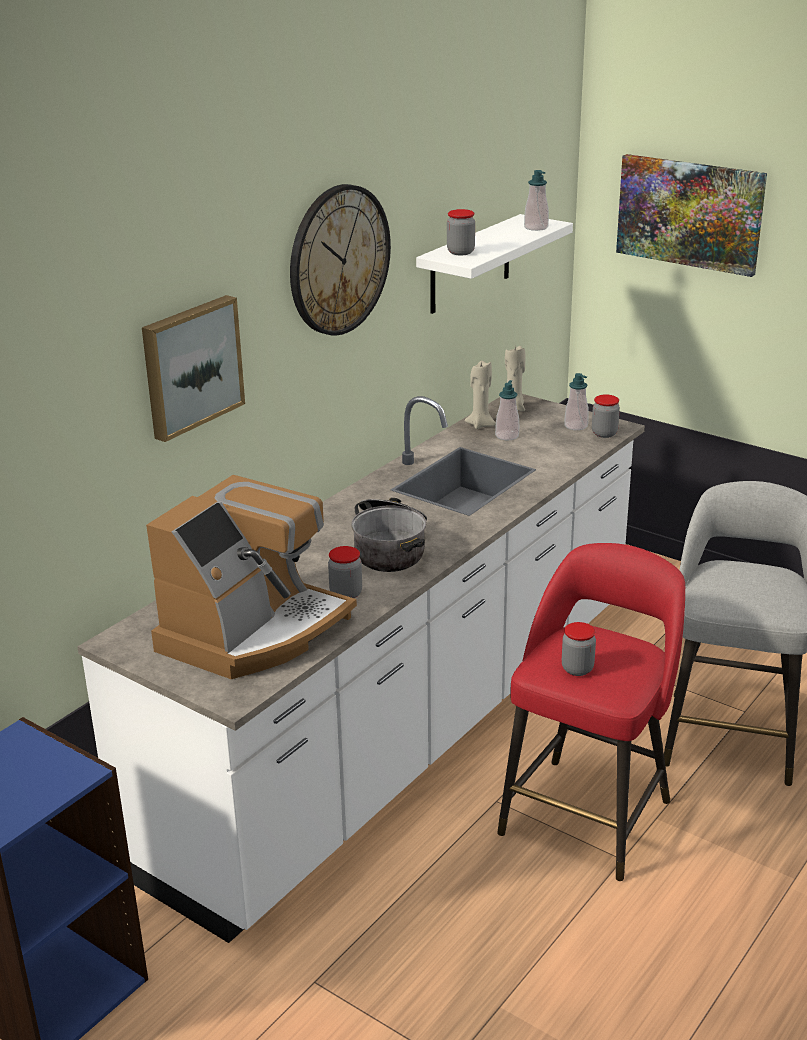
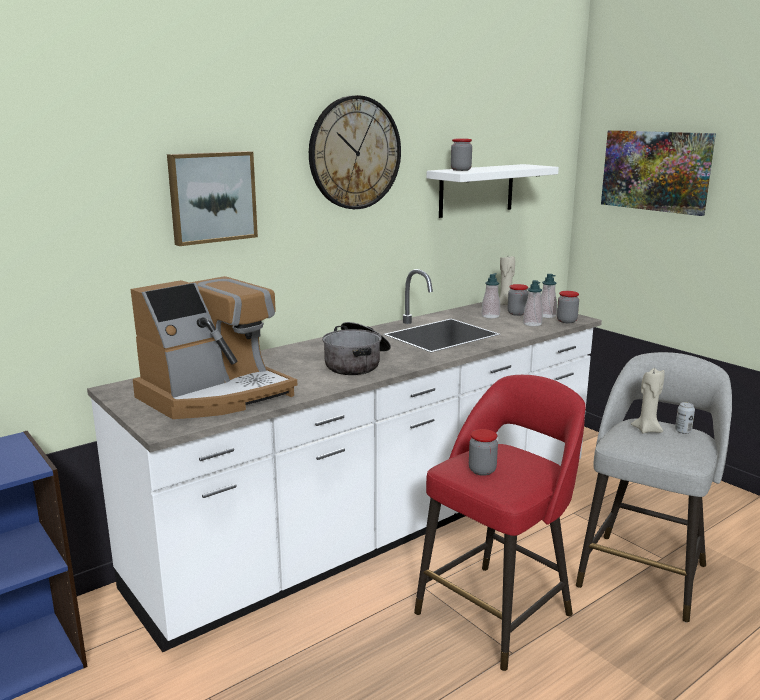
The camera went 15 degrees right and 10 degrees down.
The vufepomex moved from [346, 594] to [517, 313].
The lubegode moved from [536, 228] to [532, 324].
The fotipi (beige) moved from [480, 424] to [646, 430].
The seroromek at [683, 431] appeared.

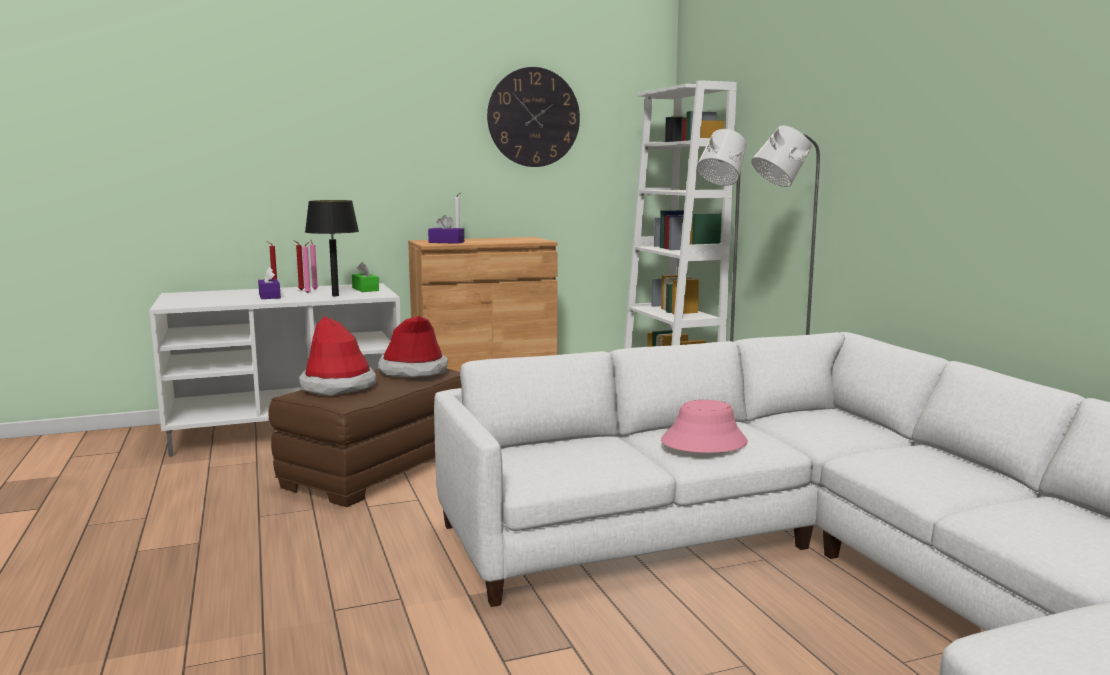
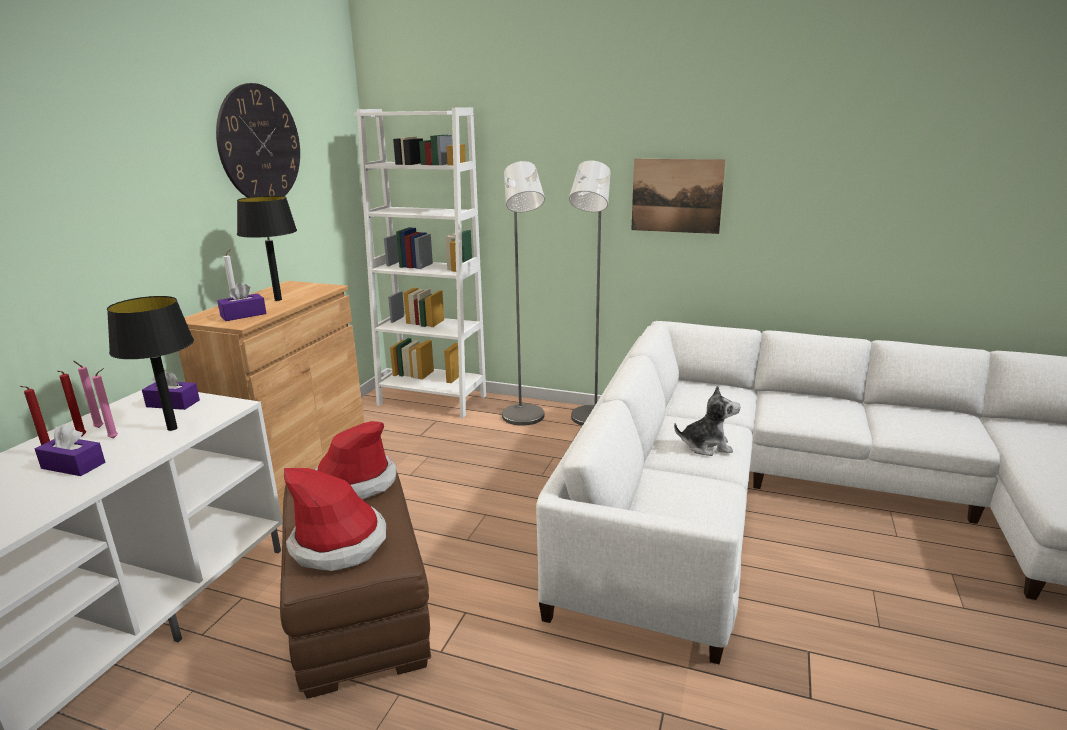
The camera went 50 degrees left and 10 degrees up.
The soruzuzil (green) at [365, 289] became the soruzuzil (purple) at [173, 403].
The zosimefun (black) at [278, 300] appeared.
The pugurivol at [676, 196] appeared.
The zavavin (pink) at [703, 442] was replaced by the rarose at [706, 446].

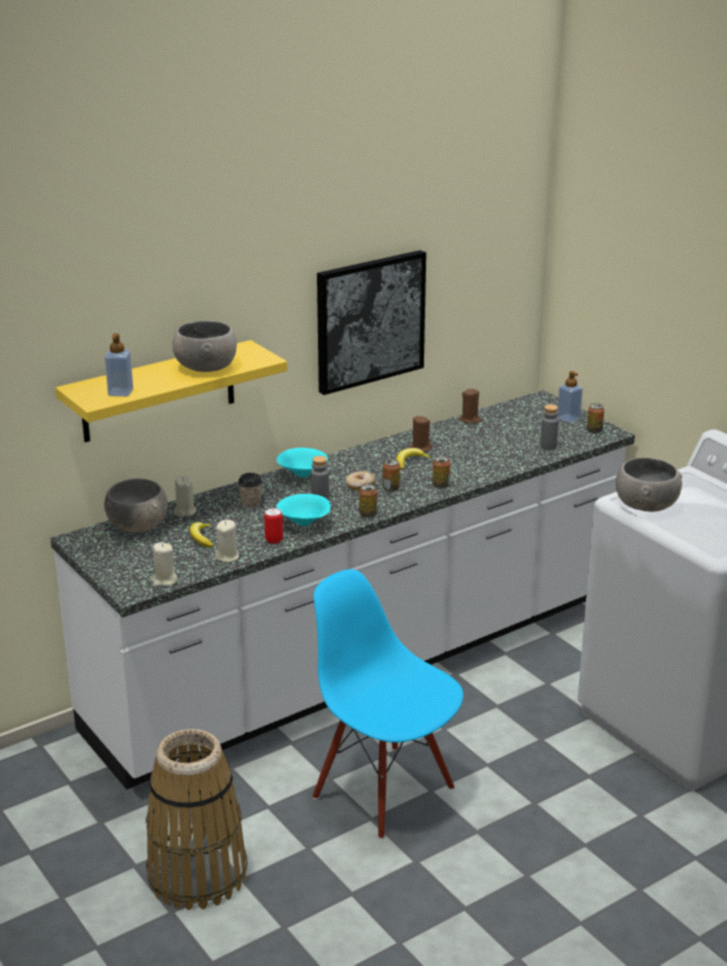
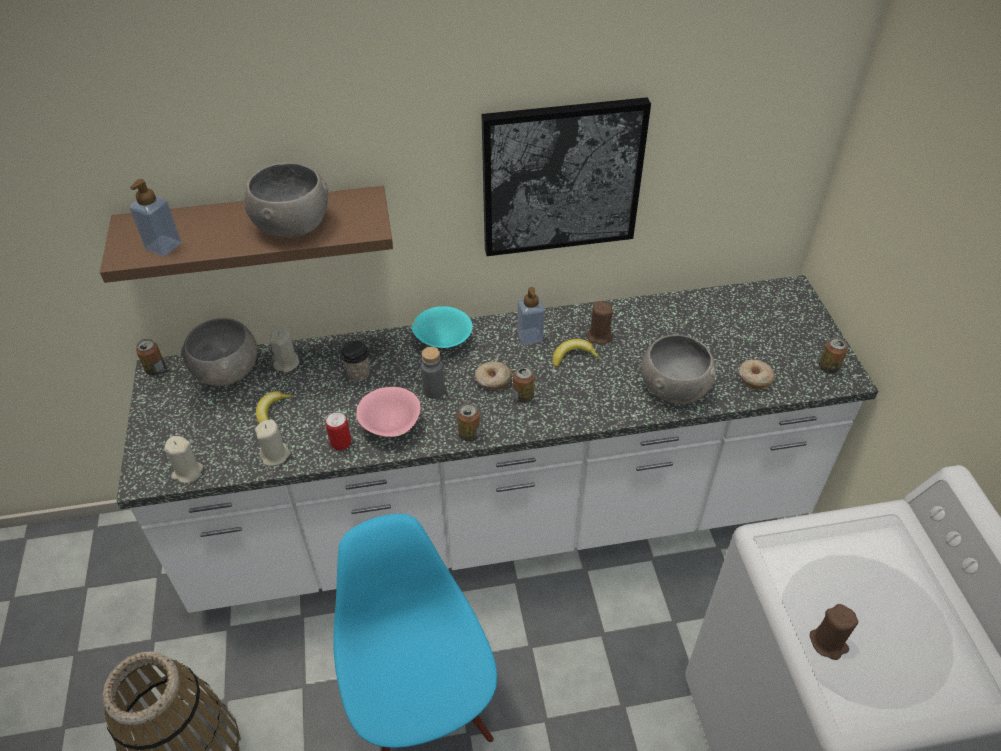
The camera went 25 degrees right and 20 degrees up.
The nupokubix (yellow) at [158, 392] became the nupokubix (brown) at [258, 231].
The seroromek moved from [440, 485] to [155, 369].
The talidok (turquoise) at [305, 524] became the talidok (pink) at [391, 427].
The lubegode moved from [568, 418] to [530, 336].
The talidok (grey) moved from [646, 504] to [674, 387].
The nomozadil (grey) at [548, 446] was replaced by the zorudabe at [754, 378].
The fotipi (brown) moved from [470, 420] to [828, 642].

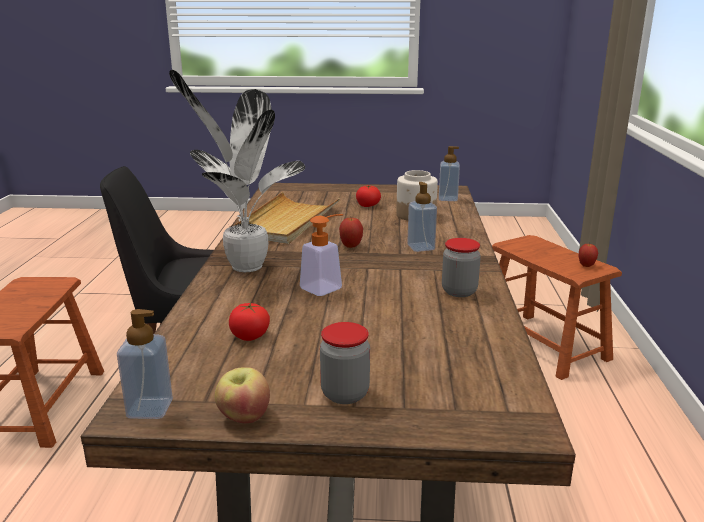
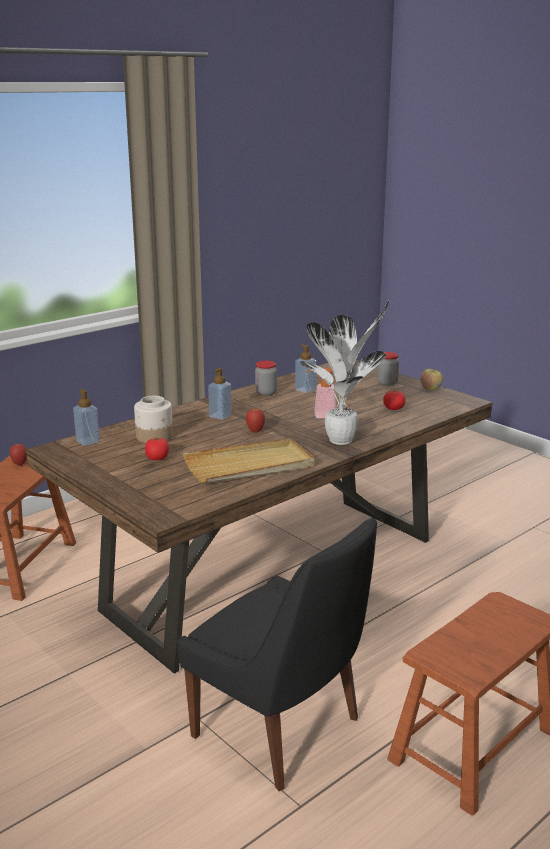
The camera went 135 degrees left and 0 degrees up.
The lubegode moved from [150, 408] to [305, 390].

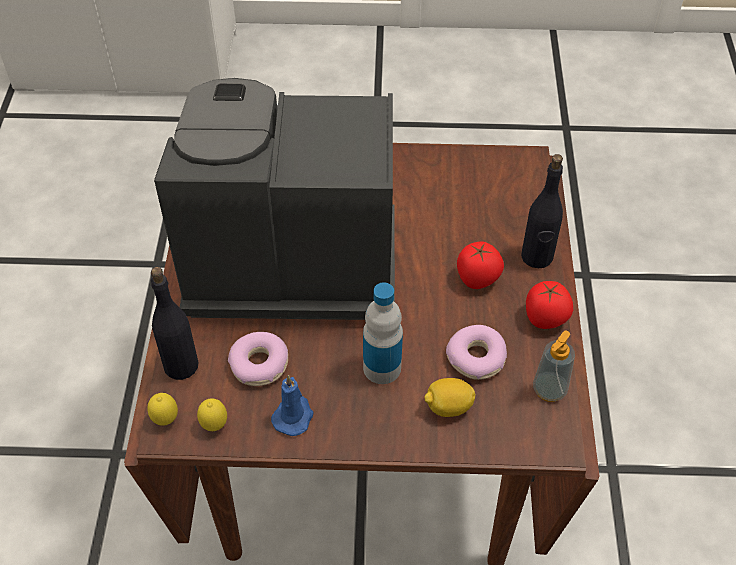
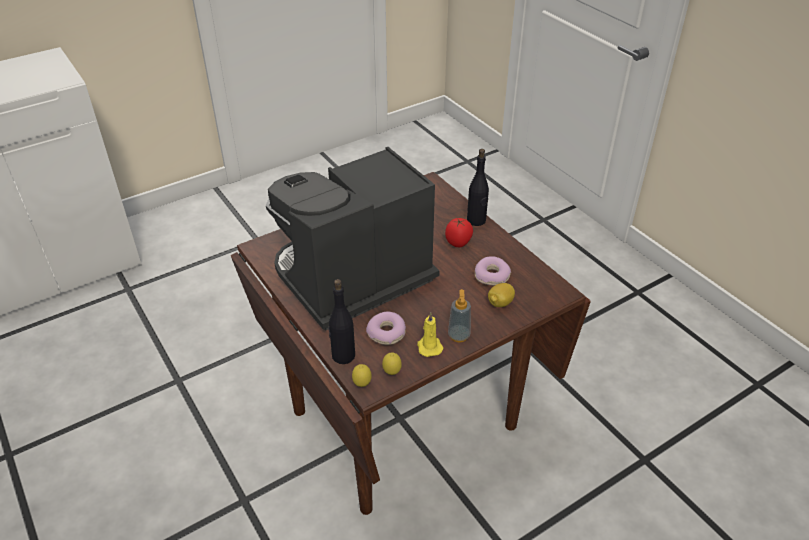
The camera went 35 degrees left and 10 degrees down.
The fotipi (blue) at [294, 416] became the fotipi (yellow) at [429, 346].
The lubegode moved from [549, 390] to [459, 336].
The nomozadil at [382, 368] disappeared.
The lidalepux at [545, 319] disappeared.

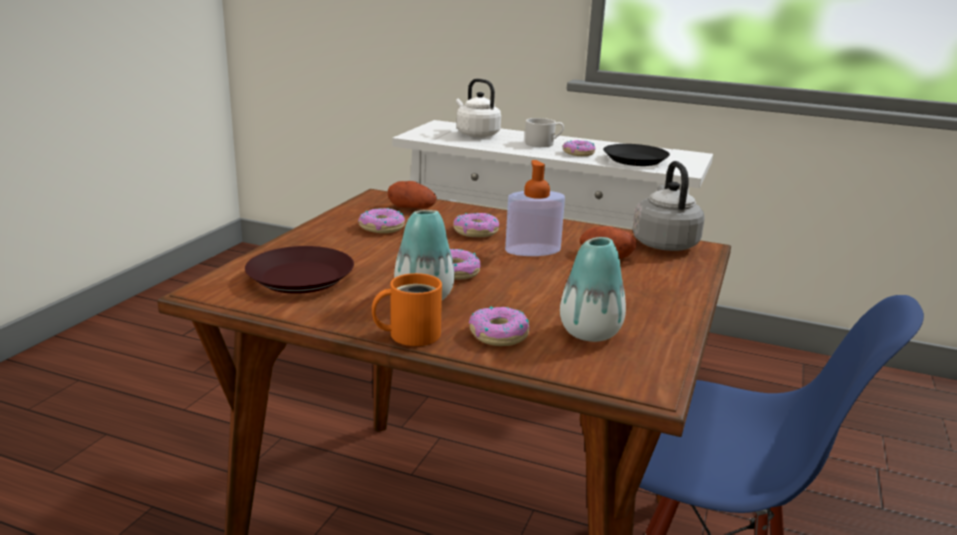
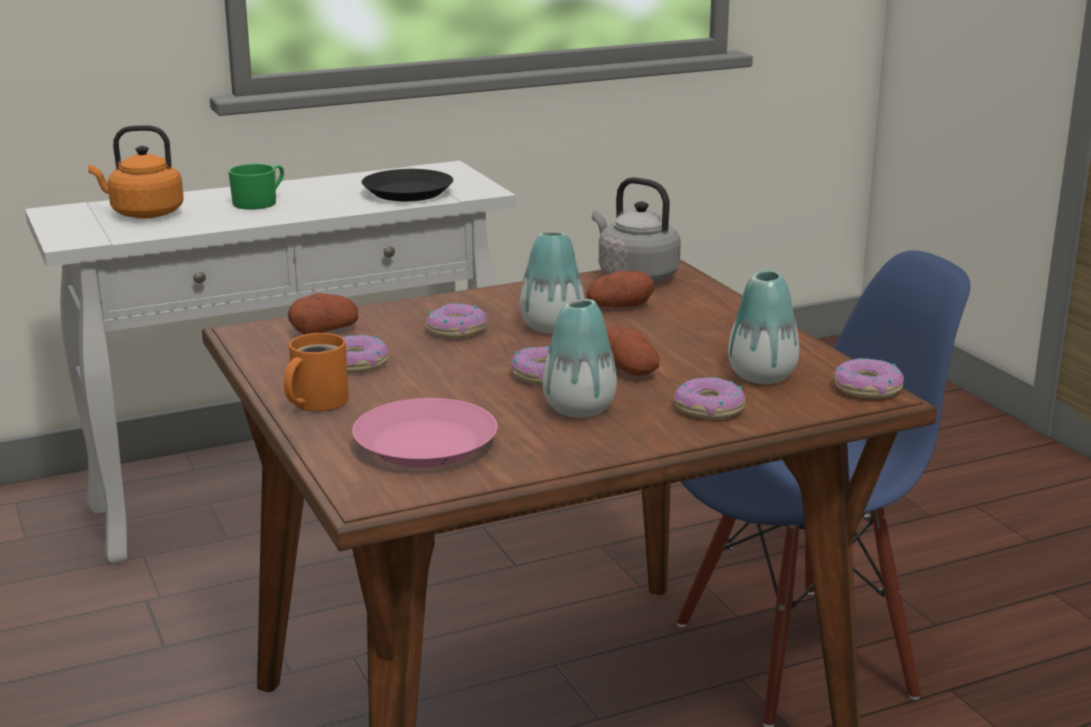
The camera went 45 degrees left and 0 degrees up.
The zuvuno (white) at [476, 134] became the zuvuno (orange) at [143, 213].
The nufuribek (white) at [543, 144] became the nufuribek (green) at [259, 202].
The nufuribek (orange) moved from [409, 334] to [315, 402].
The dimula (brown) at [300, 277] became the dimula (pink) at [424, 444].
The lubegode at [532, 250] was replaced by the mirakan at [552, 327].
The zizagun at [628, 370] appeared.
The zorudabe moved from [578, 153] to [867, 389].

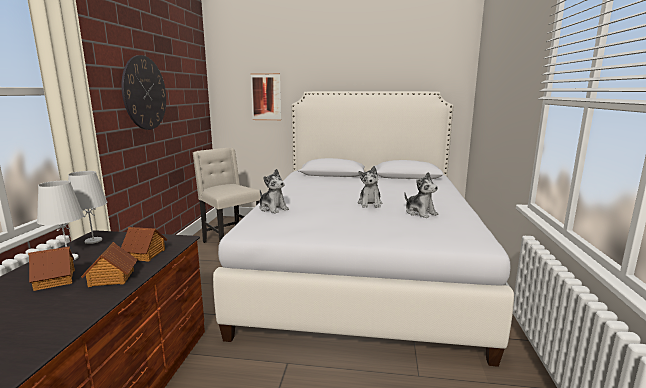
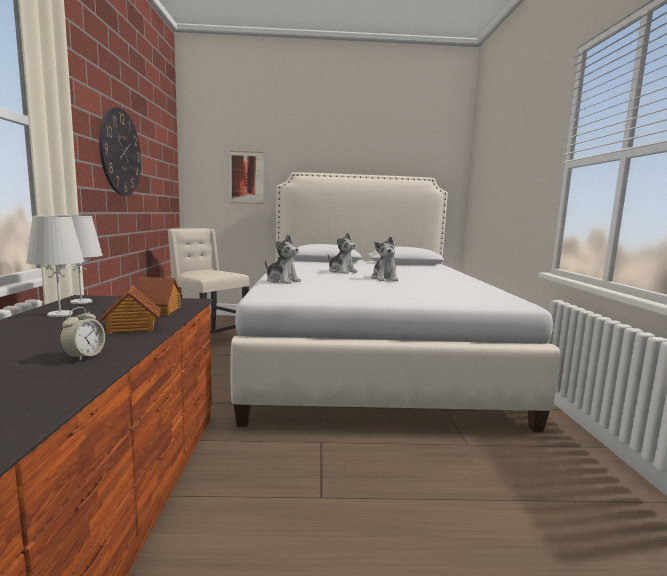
The camera went 10 degrees left and 5 degrees down.
The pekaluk at [84, 356] appeared.
The rarose moved from [420, 213] to [341, 271].
The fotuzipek at [56, 279] disappeared.

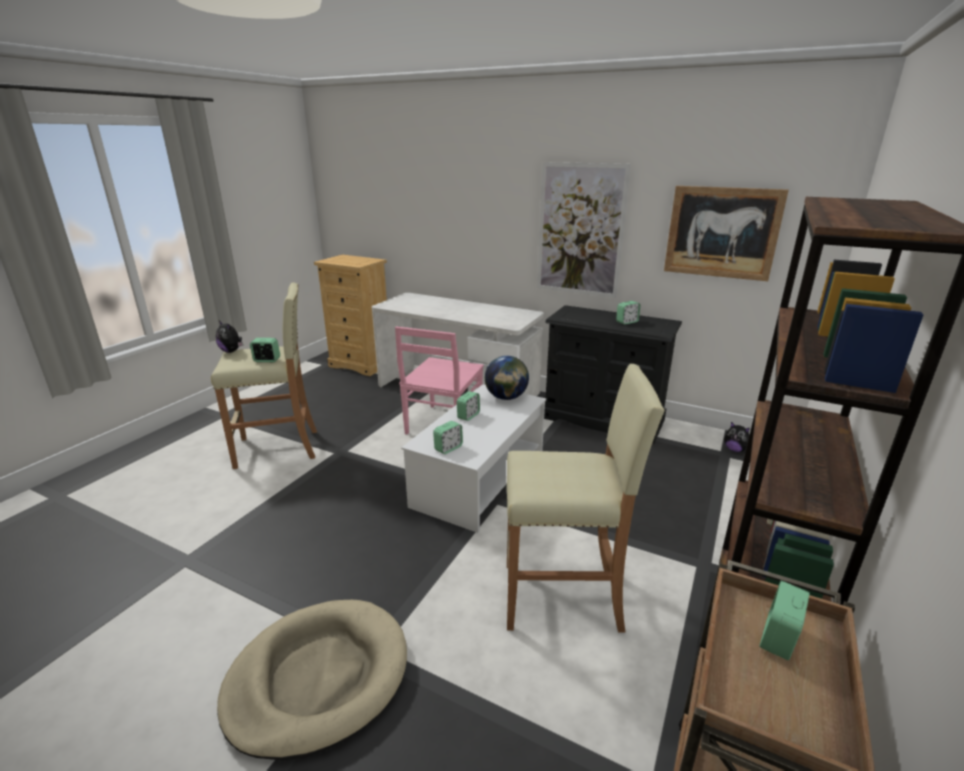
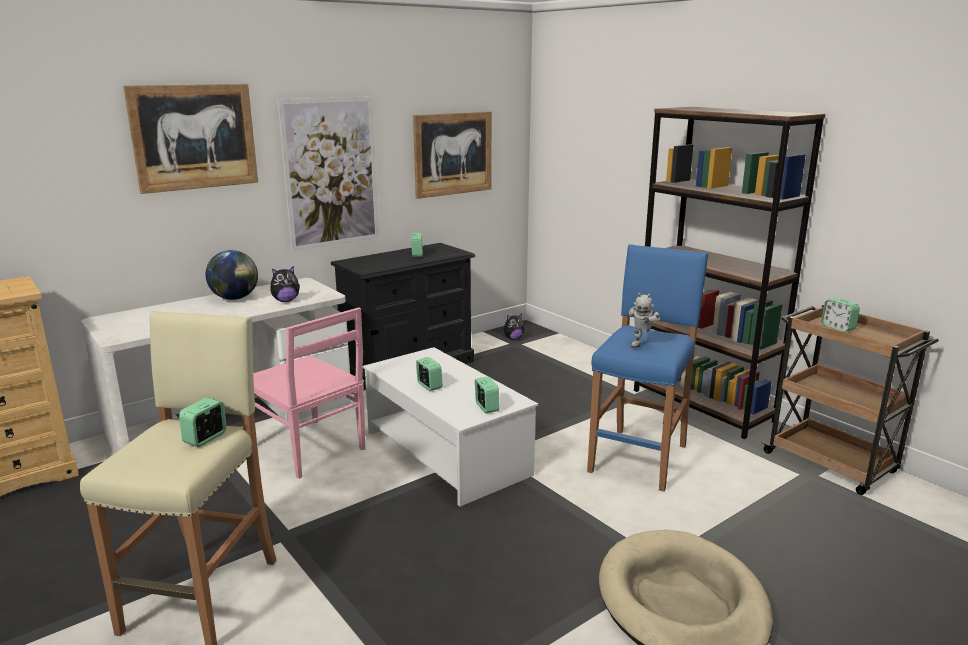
The camera went 65 degrees left and 5 degrees down.
The pugurivol at [194, 137] appeared.
The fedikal moved from [506, 397] to [235, 298].
The rarose moved from [232, 351] to [286, 301].
The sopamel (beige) at [563, 597] became the sopamel (blue) at [639, 458].
The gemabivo at [641, 344] appeared.

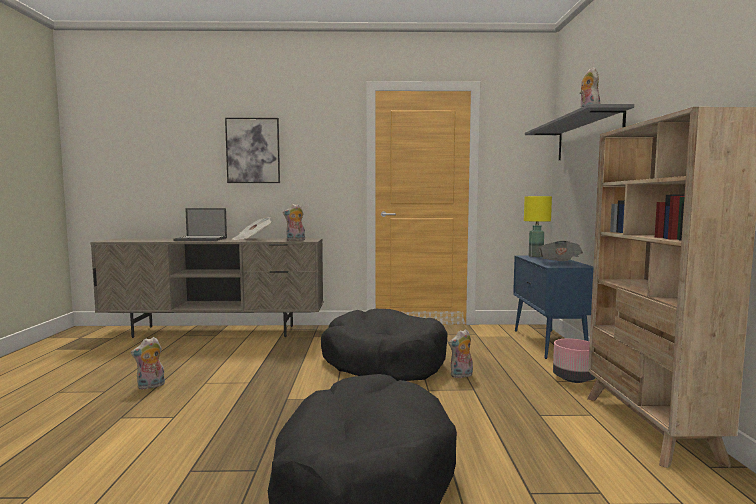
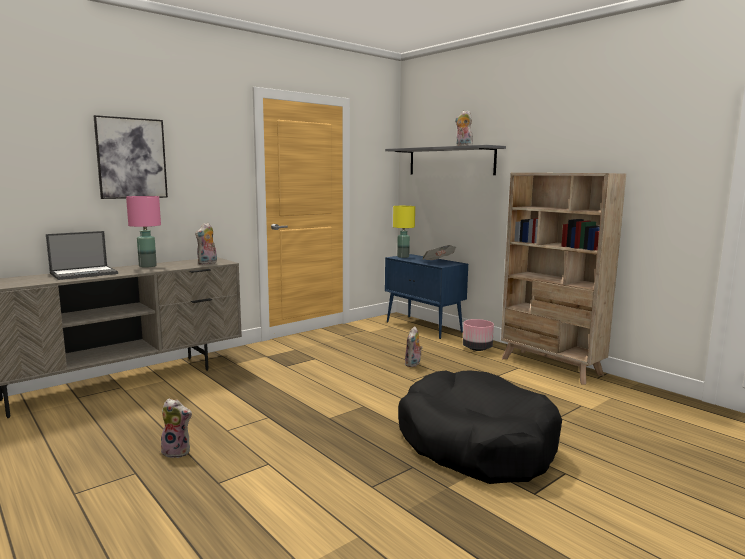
The camera went 40 degrees left and 5 degrees up.
The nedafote at [252, 239] was replaced by the zosimefun (pink) at [147, 266].
The rarose at [151, 386] turned 90 degrees counterclockwise.
The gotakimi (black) at [383, 362] disappeared.

